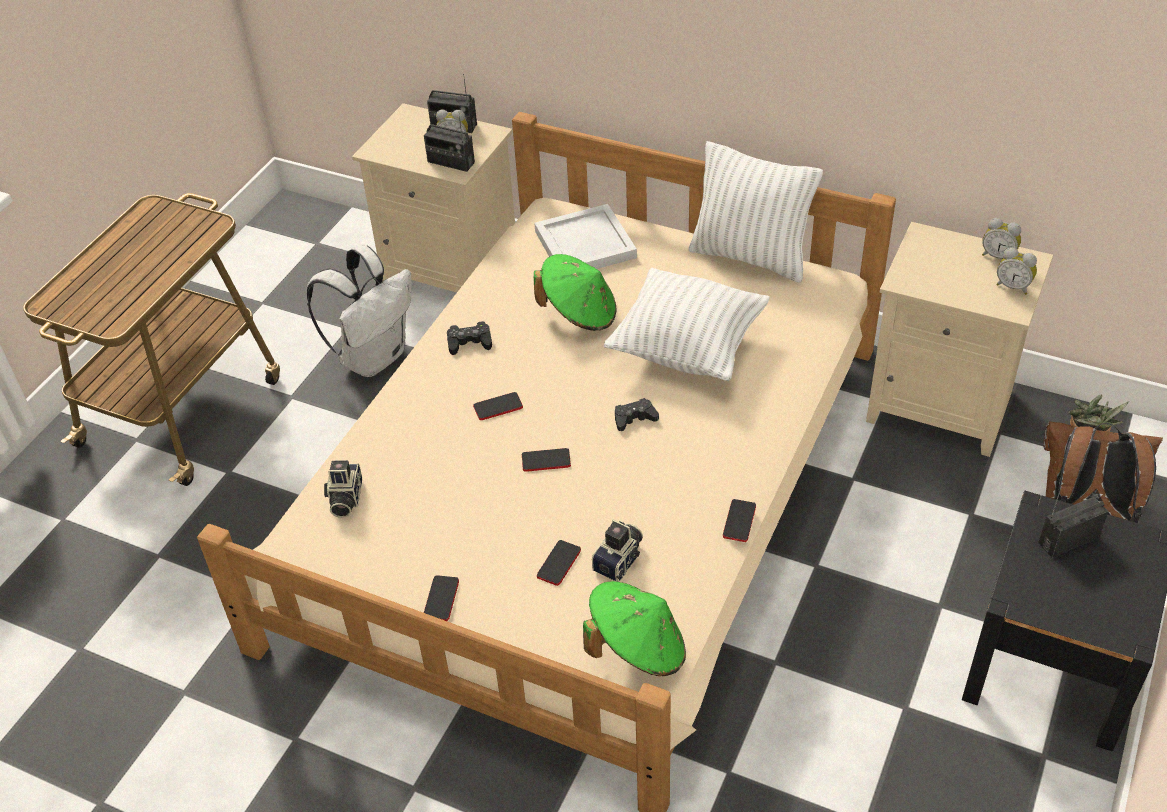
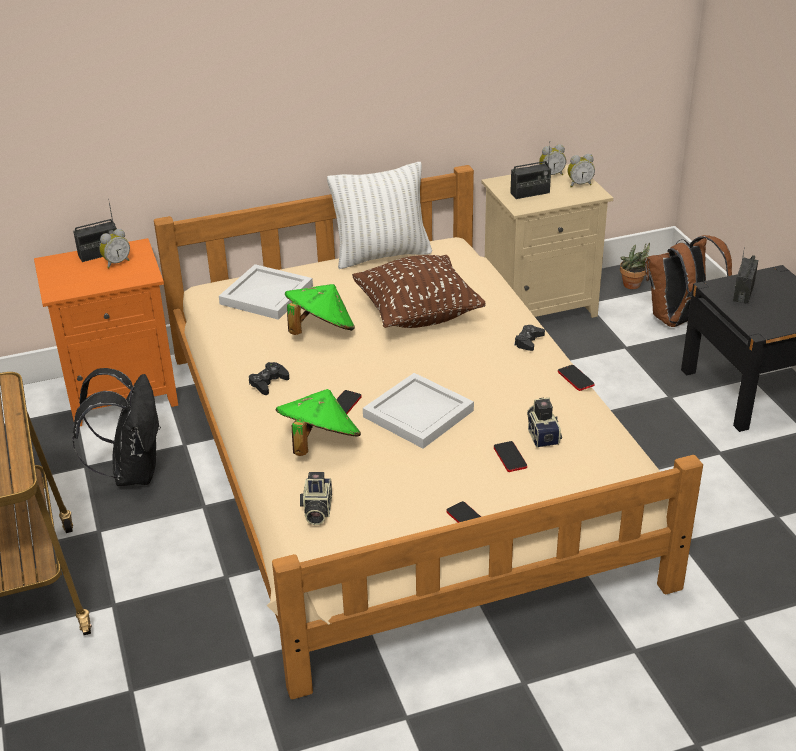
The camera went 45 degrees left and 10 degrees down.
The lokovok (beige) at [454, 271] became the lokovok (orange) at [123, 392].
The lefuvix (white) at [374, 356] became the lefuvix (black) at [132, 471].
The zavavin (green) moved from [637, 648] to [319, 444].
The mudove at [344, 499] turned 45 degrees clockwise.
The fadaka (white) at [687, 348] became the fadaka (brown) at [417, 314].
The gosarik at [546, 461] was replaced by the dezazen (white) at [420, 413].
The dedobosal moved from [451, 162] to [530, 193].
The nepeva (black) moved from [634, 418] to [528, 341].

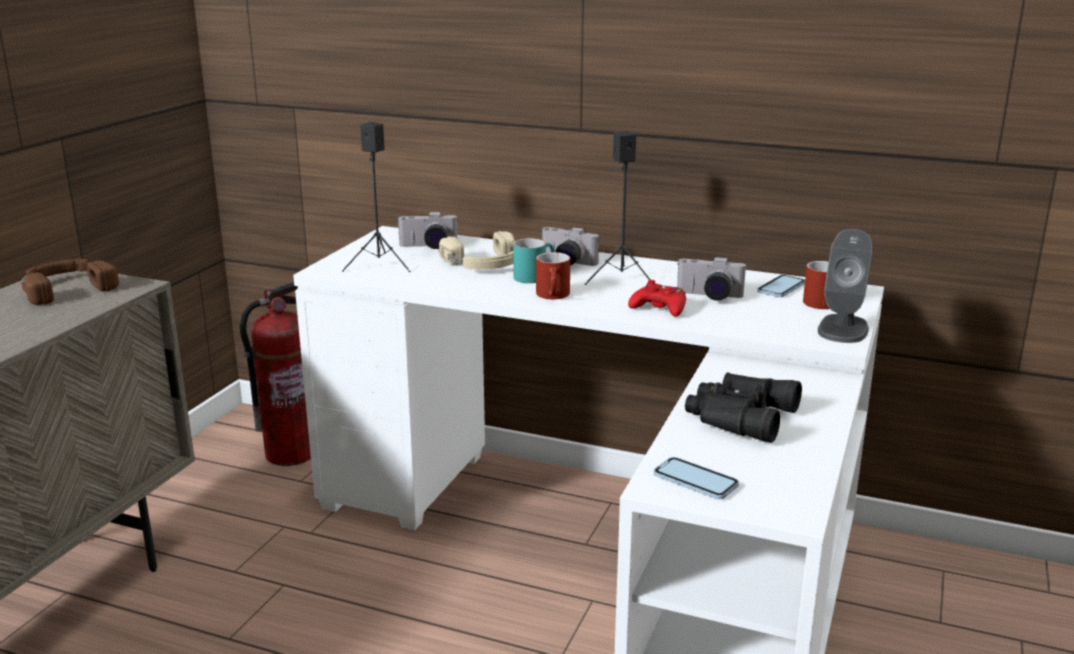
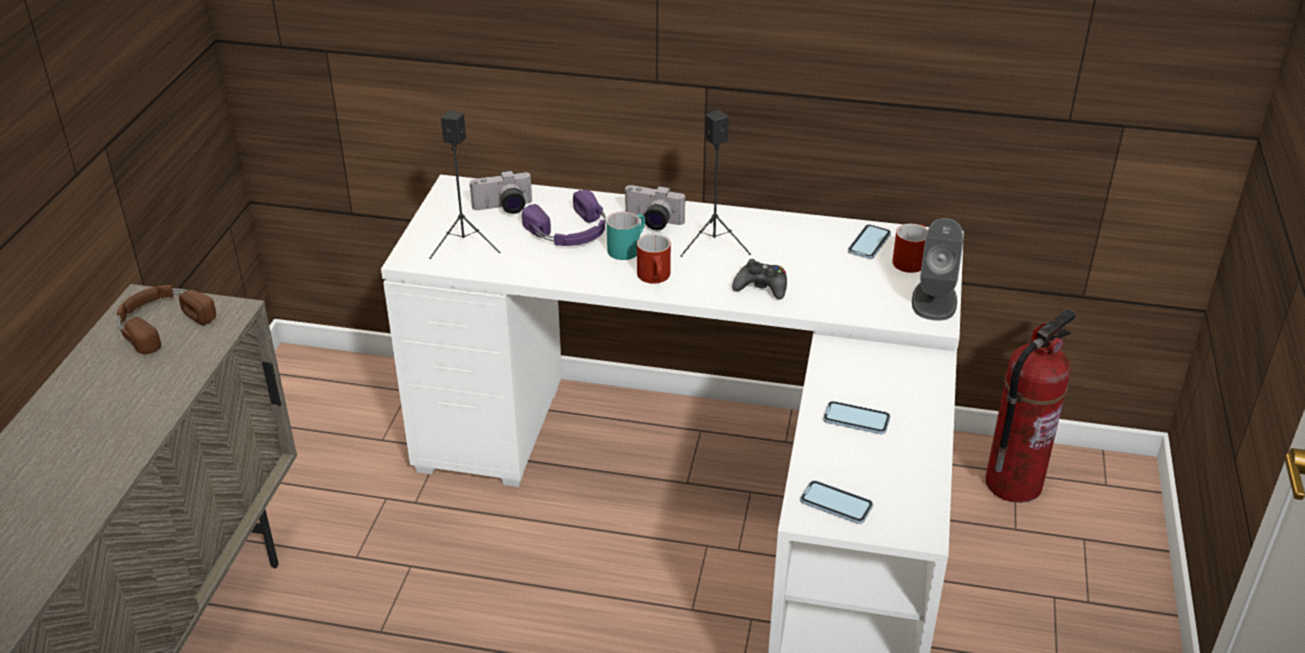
The camera went 10 degrees left and 15 degrees up.
The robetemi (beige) at [484, 263] became the robetemi (purple) at [570, 231].
The nepeva (red) at [659, 308] became the nepeva (black) at [761, 287].
The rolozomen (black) at [738, 416] was replaced by the gosarik at [856, 419].
The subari moved from [290, 454] to [1013, 484].
The mudove at [709, 296] disappeared.

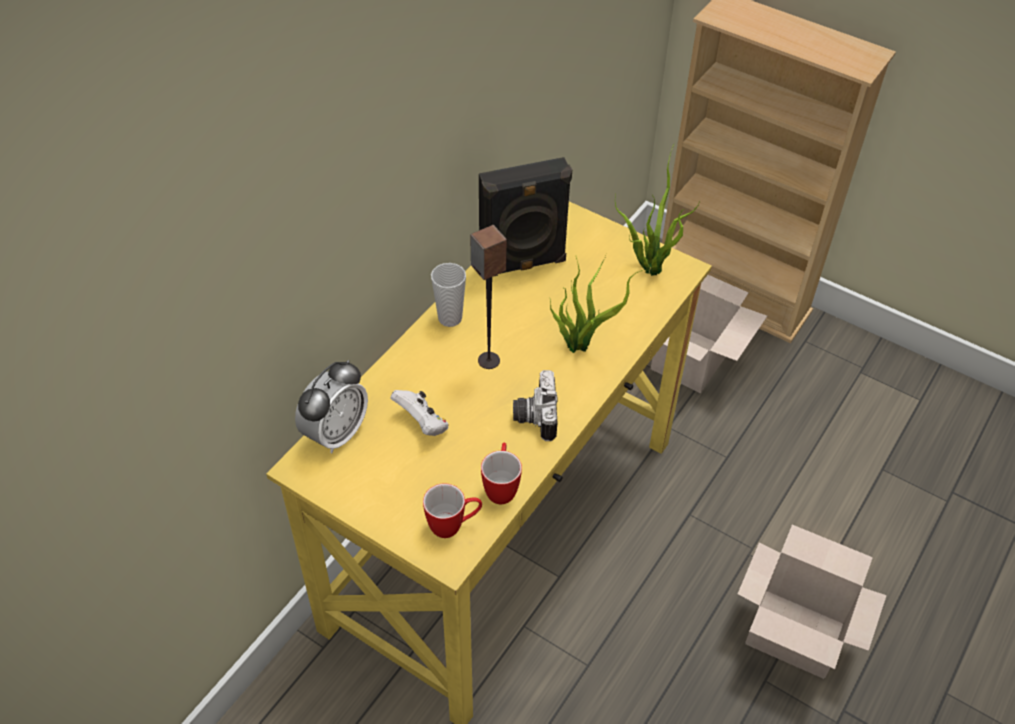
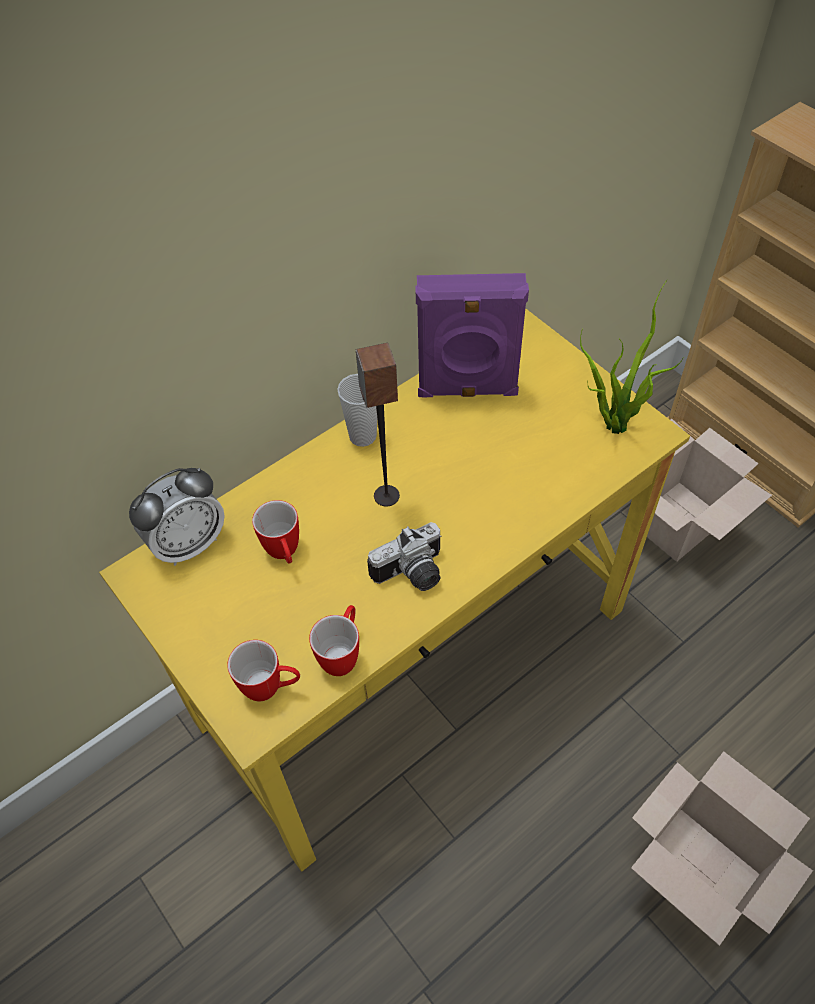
The camera went 20 degrees right and 5 degrees up.
The nepeva (white) at [422, 424] was replaced by the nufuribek at [284, 554].
The mudove at [534, 415] turned 135 degrees counterclockwise.
The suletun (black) at [523, 265] became the suletun (purple) at [467, 390].
The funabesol at [581, 344] disappeared.

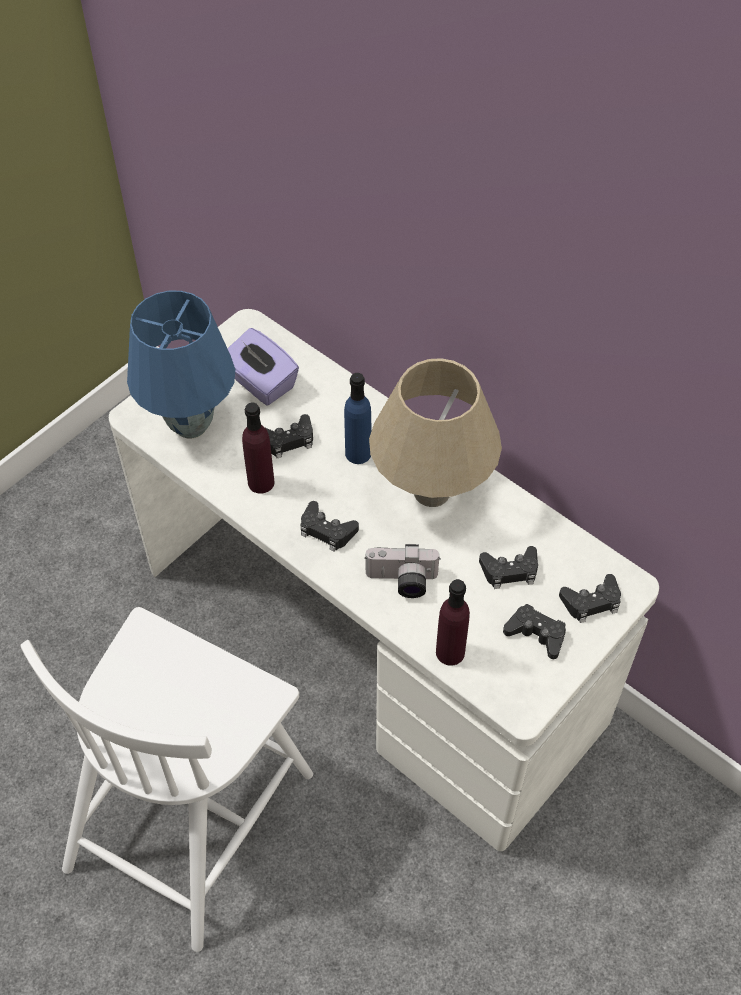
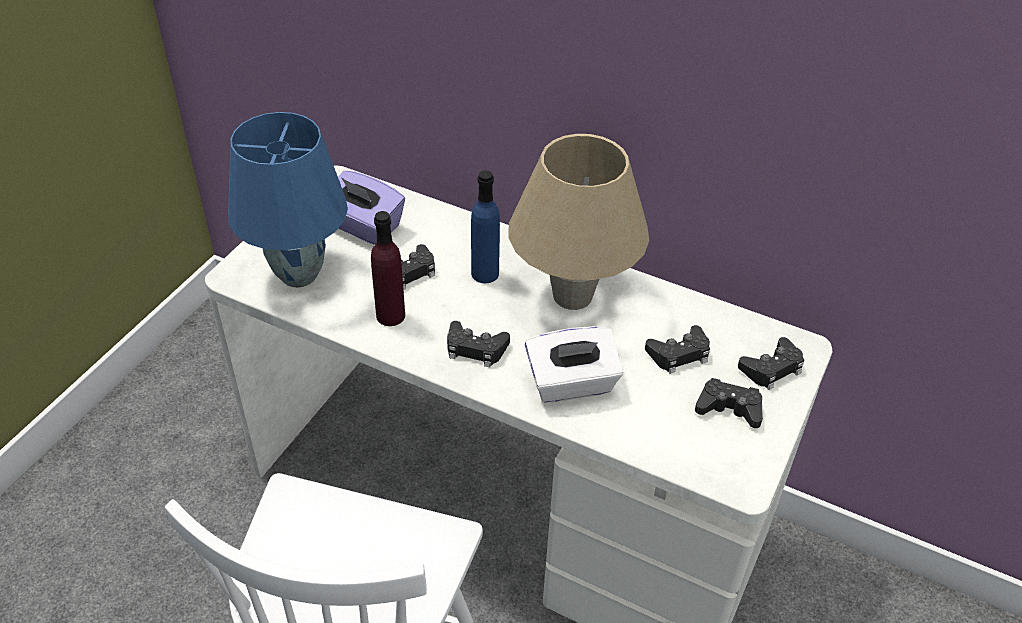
The camera went 15 degrees left and 10 degrees down.
The mudove at [401, 582] was replaced by the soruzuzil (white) at [571, 384].
The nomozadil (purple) at [450, 652] disappeared.

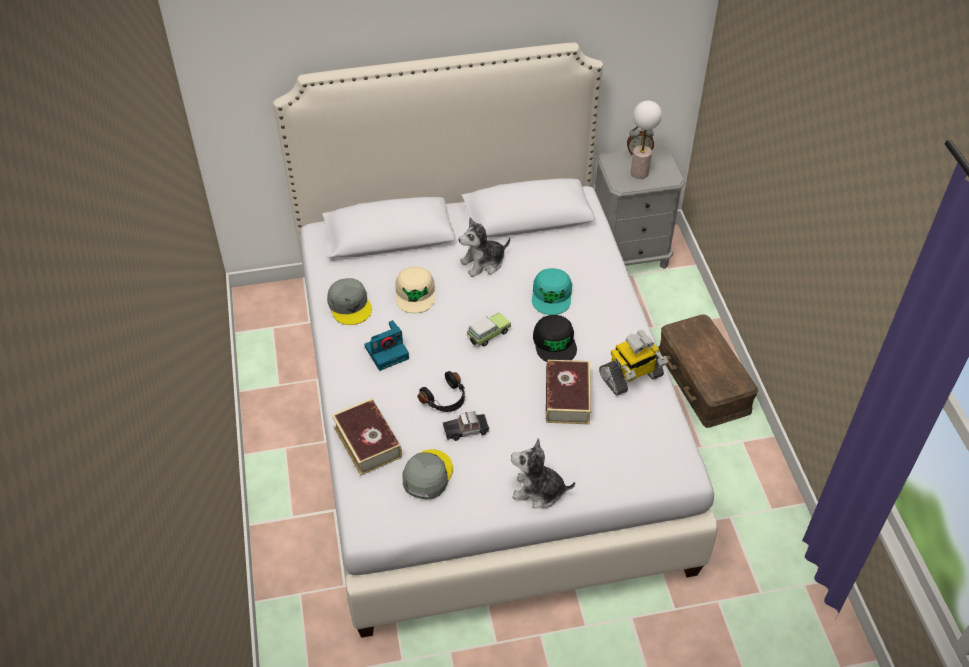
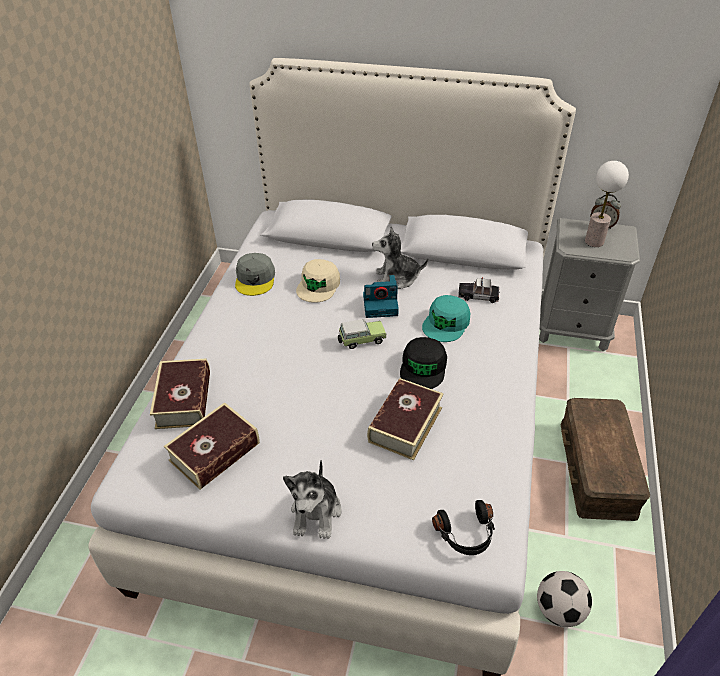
The camera went 25 degrees right and 5 degrees down.
The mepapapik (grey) at [427, 475] was replaced by the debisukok at [215, 452].
The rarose at [538, 491] turned 120 degrees counterclockwise.
The mudove moved from [387, 352] to [381, 305].
The robetemi (black) moved from [445, 399] to [466, 535].
The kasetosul moved from [466, 429] to [478, 295].
The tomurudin at [559, 610] appeared.
The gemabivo at [631, 377] disappeared.

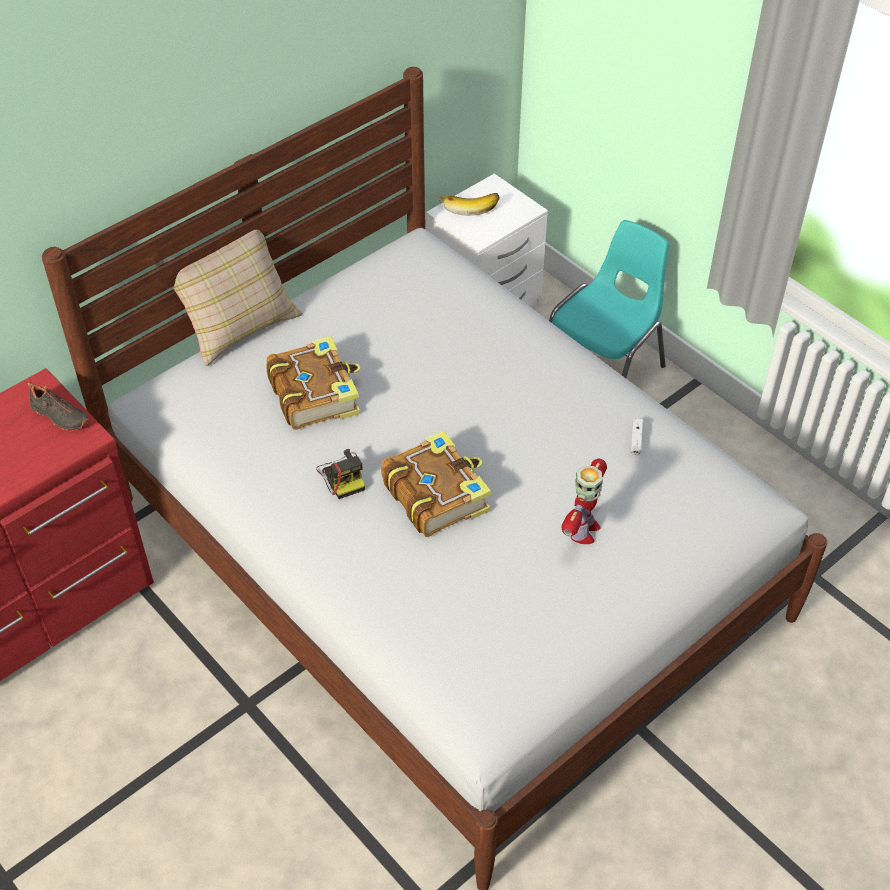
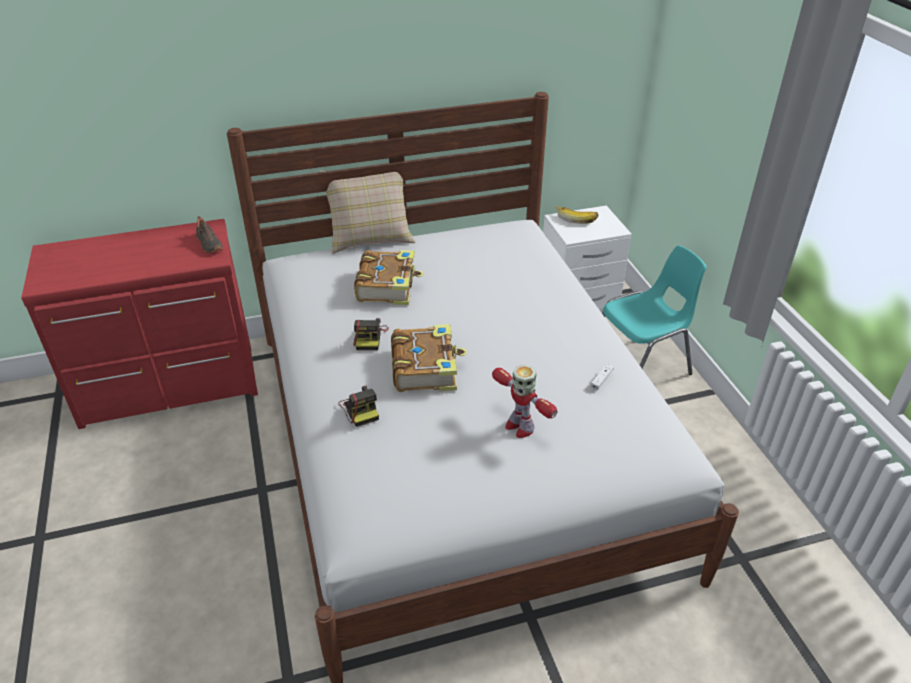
The camera went 25 degrees right and 10 degrees down.
The mudove at [360, 409] appeared.
The gemabivo at [583, 531] turned 90 degrees clockwise.

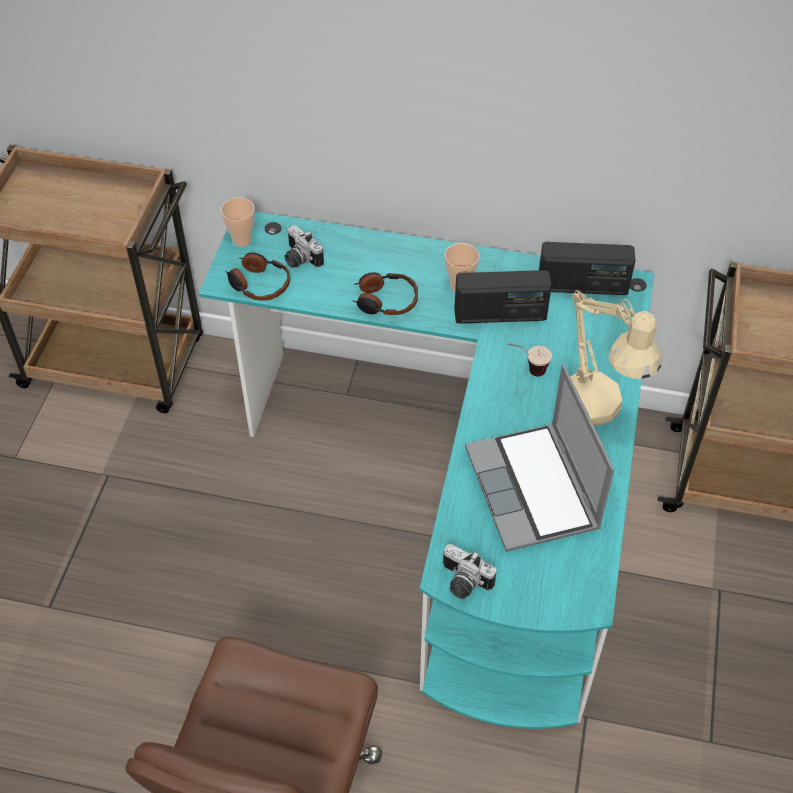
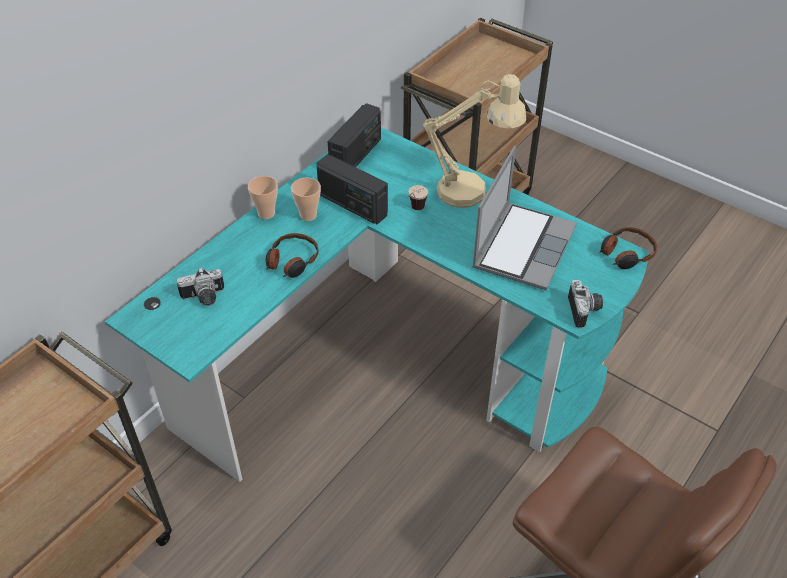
The camera went 65 degrees left and 5 degrees down.
The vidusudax moved from [242, 240] to [266, 214].
The dedobosal at [500, 314] turned 105 degrees clockwise.
The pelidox at [534, 490] turned 75 degrees counterclockwise.
The mudove at [462, 583] turned 60 degrees counterclockwise.
The robetemi moved from [258, 284] to [626, 254].

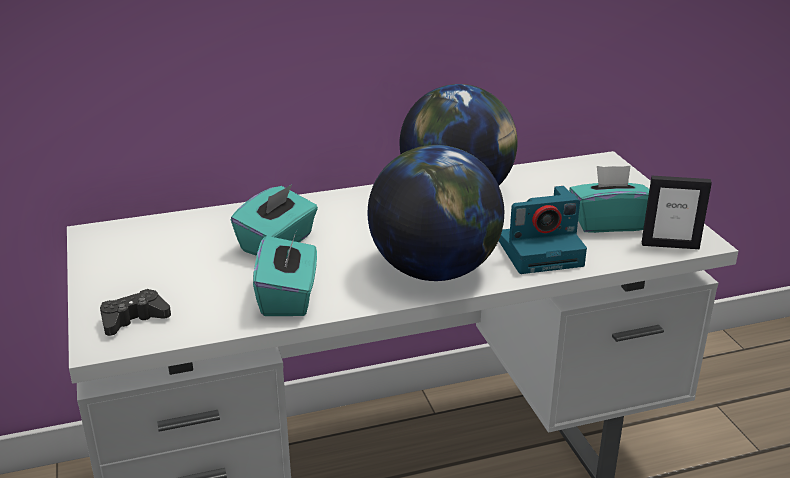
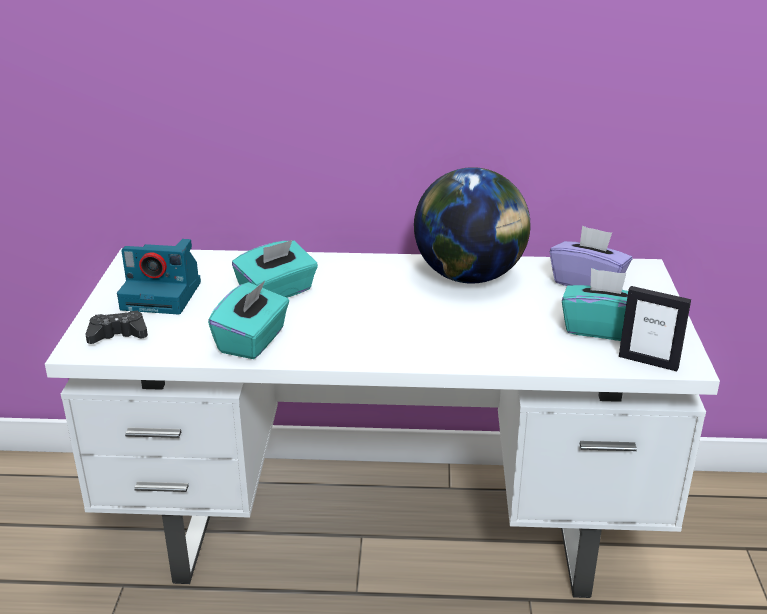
The camera went 20 degrees right and 0 degrees up.
The mudove moved from [541, 251] to [163, 295].
The soruzuzil (purple) at [588, 283] appeared.
The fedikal at [434, 270] disappeared.

